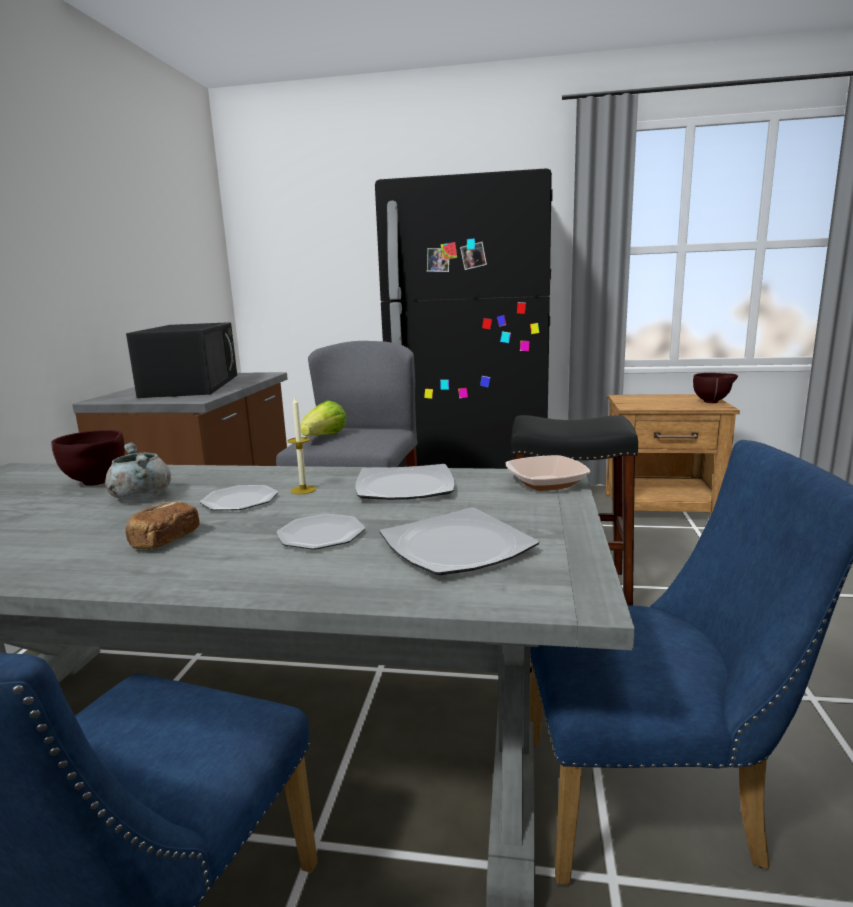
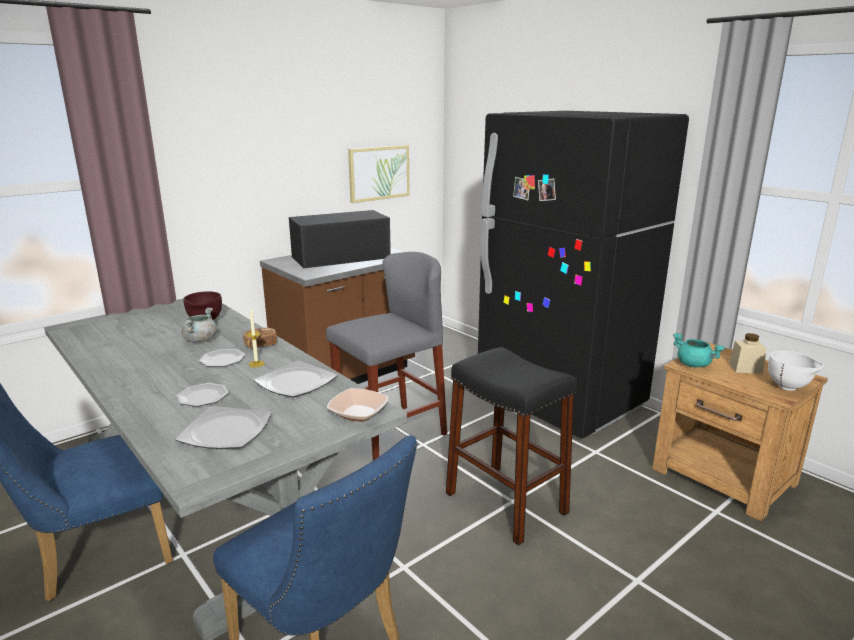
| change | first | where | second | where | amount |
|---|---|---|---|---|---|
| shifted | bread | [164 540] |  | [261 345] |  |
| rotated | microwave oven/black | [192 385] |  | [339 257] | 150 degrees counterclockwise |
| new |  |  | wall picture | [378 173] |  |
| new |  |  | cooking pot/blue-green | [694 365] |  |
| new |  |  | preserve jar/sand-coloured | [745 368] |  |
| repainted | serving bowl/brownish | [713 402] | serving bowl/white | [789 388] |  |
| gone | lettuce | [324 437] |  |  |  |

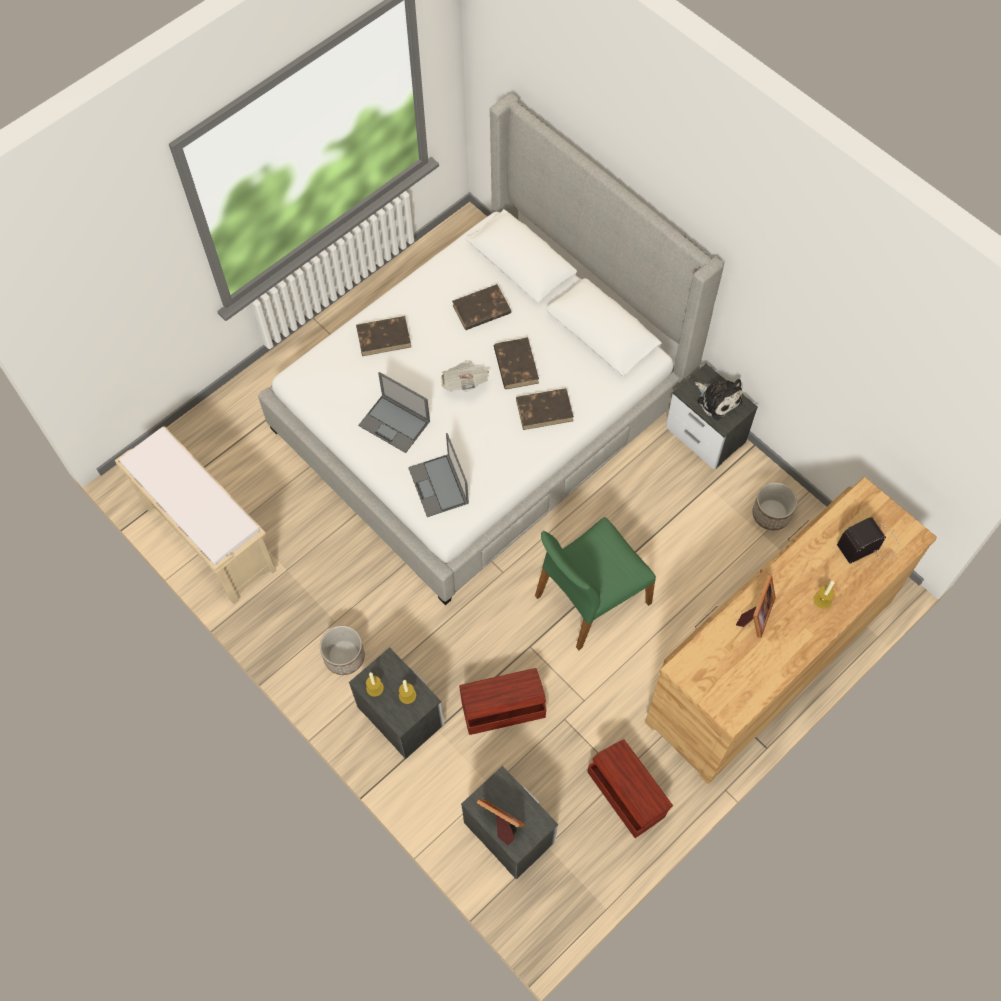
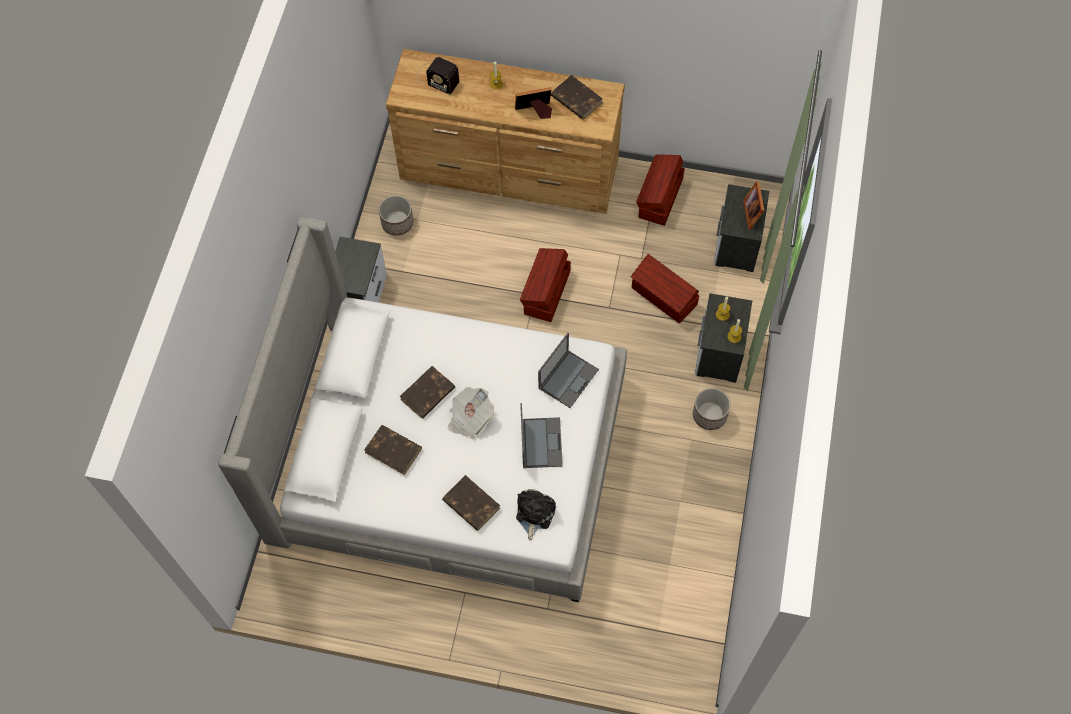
| change | first | where | second | where | amount |
|---|---|---|---|---|---|
| shifted | plush toy | [717 399] |  | [534 513] |  |
| swapped | chair/greenish | [590 599] | storage container/brownish | [546 292] |  |
| shifted | book/brownish | [545 410] |  | [576 99] |  |
| gone | indoor bench/sand-coloured | [208 537] |  |  |  |

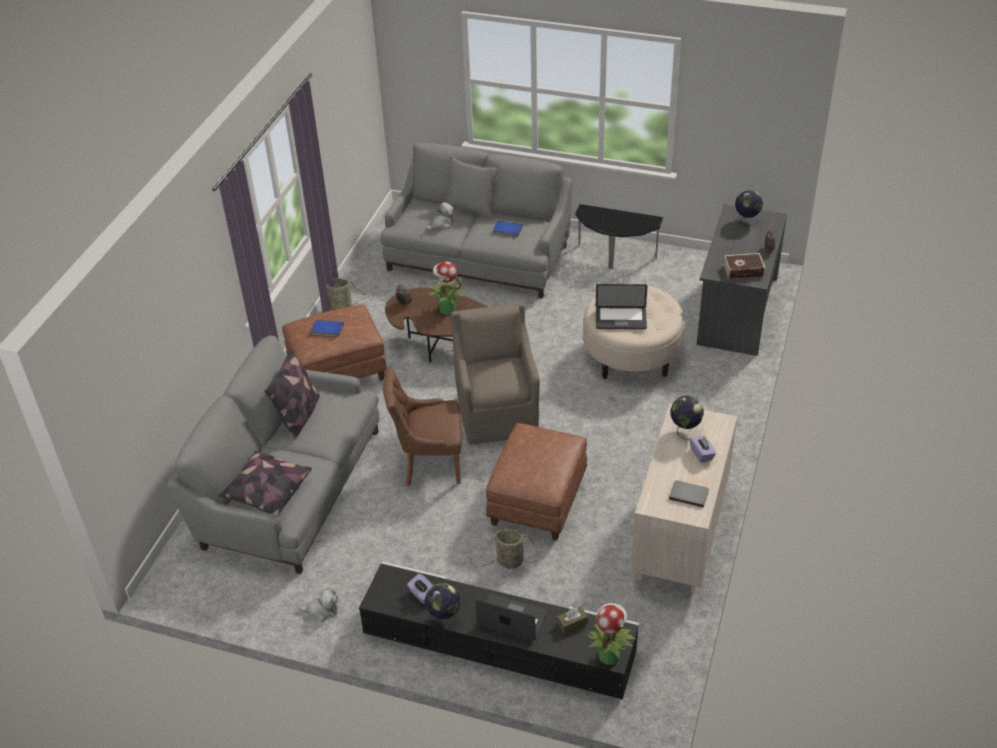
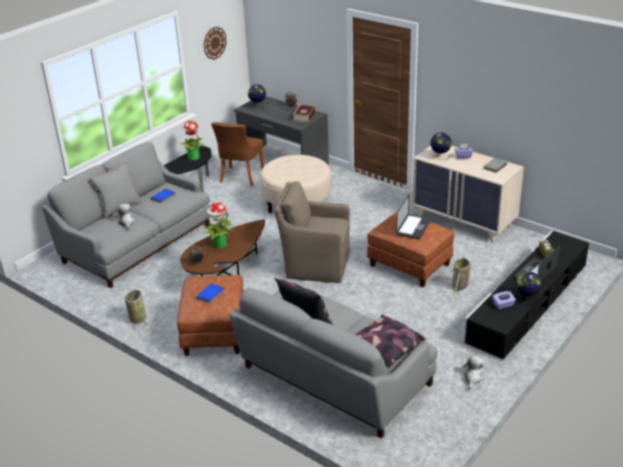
| change | first | where | second | where | amount |
|---|---|---|---|---|---|
| shifted | potted plant | [609 655] |  | [193 157] |  |
| new |  |  | wall clock | [214 43] |  |
| shifted | chair/brownish | [429 463] |  | [240 177] |  |
| shifted | laptop | [620 319] |  | [413 227] |  |

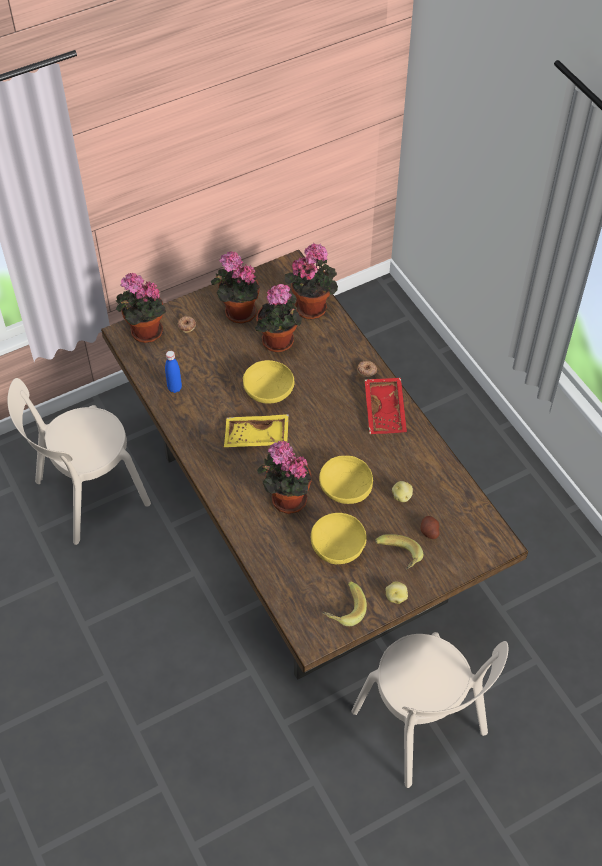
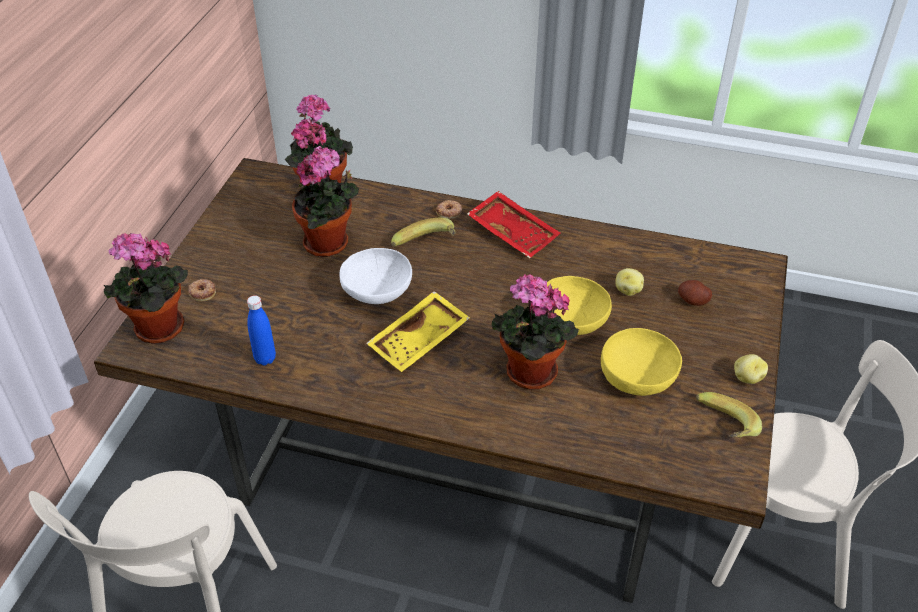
| change | first | where | second | where | amount |
|---|---|---|---|---|---|
| repainted | serving bowl/yellowish | [268 392] | serving bowl/white | [377 293] |  |
| shifted | banana | [397 559] |  | [427 247] |  |
| gone | potted plant | [237 312] |  |  |  |

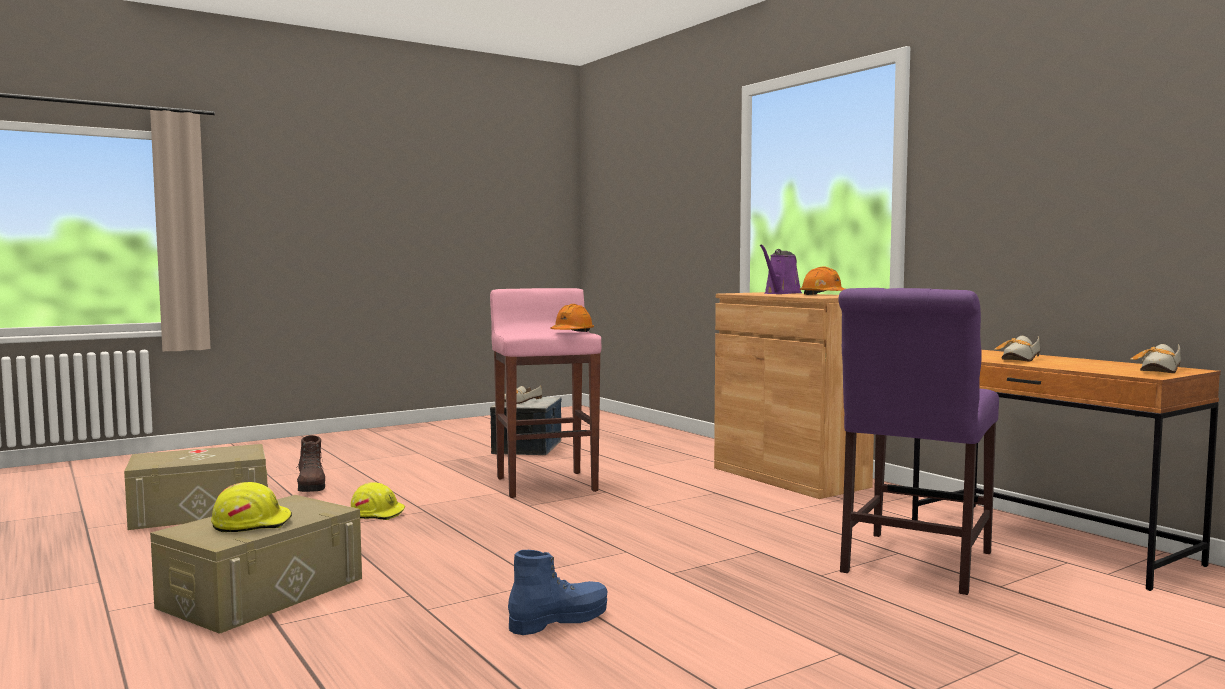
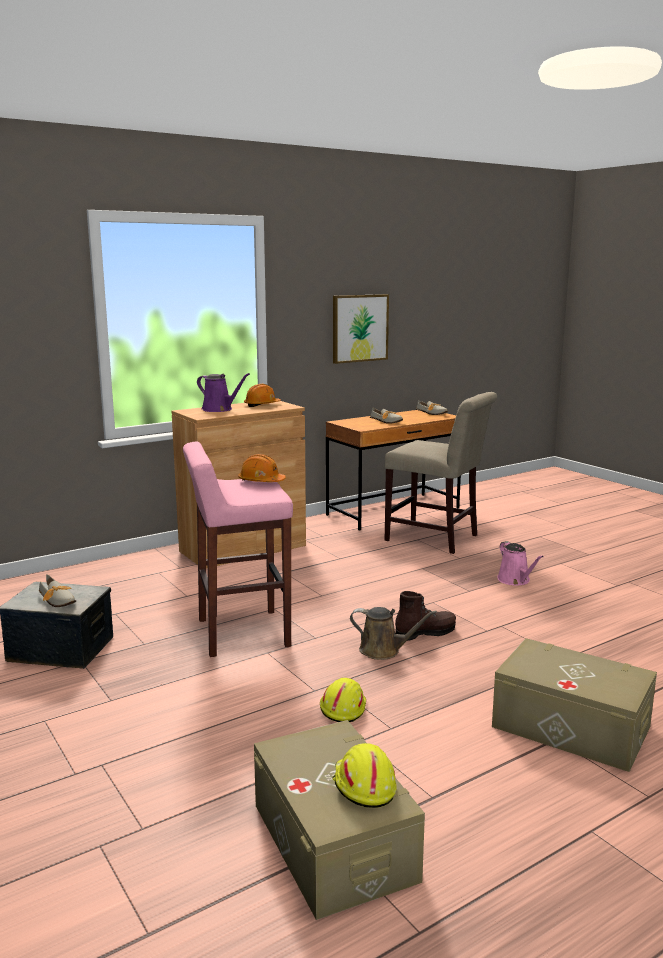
| change | first | where | second | where | amount |
|---|---|---|---|---|---|
| shifted | safety helmet/yellowish | [252 523] |  | [362 786] |  |
| new |  |  | wall picture | [360 328] |  |
| new |  |  | watering can/brownish | [383 651] |  |
| repainted | chair/purplish | [913 564] | chair/sand-coloured | [436 539] |  |
| shifted | high-top boot/brownish | [311 486] |  | [425 632] |  |
| new |  |  | watering can/pinkish | [515 580] |  |
| gone | high-top boot/bluish | [559 620] |  |  |  |

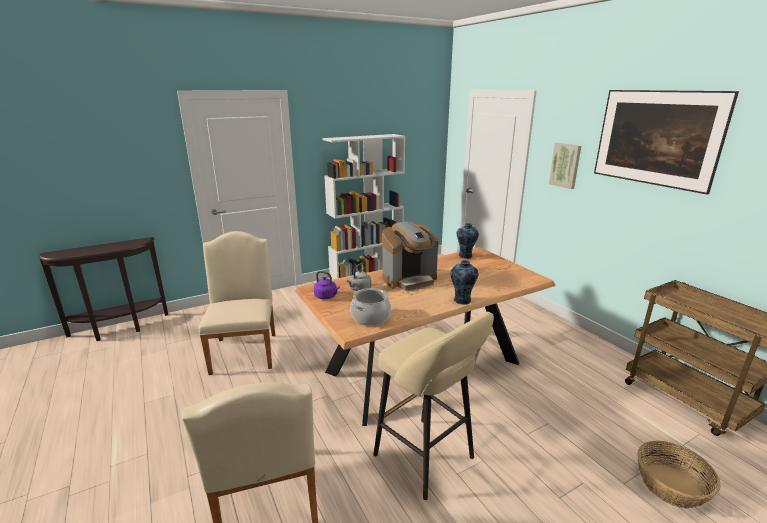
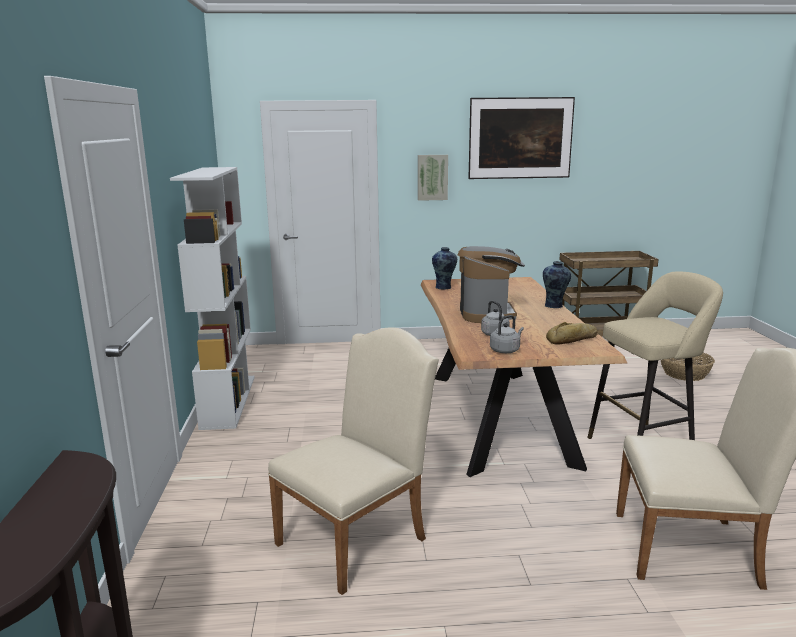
| change | first | where | second | where | amount |
|---|---|---|---|---|---|
| rotated | chair/sand-coloured | [245 350] |  | [358 537] | 120 degrees clockwise |
| repainted | kettle/purplish | [326 296] | kettle/gray | [506 350] |  |
| swapped | cooking pot | [370 317] | bread | [573 339] |  |

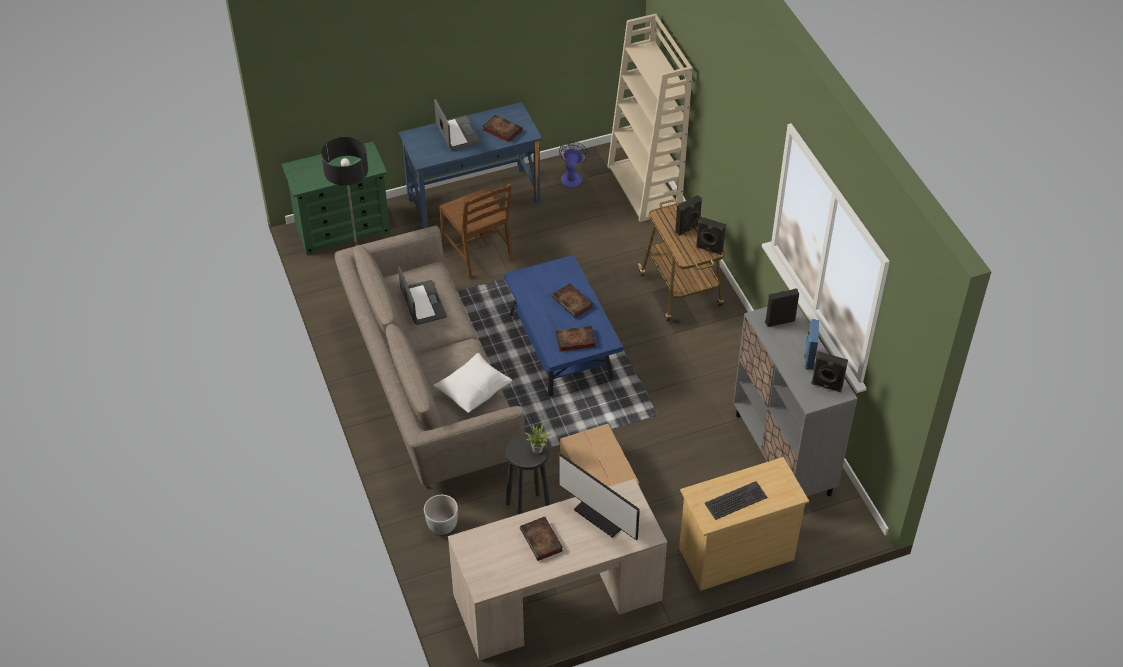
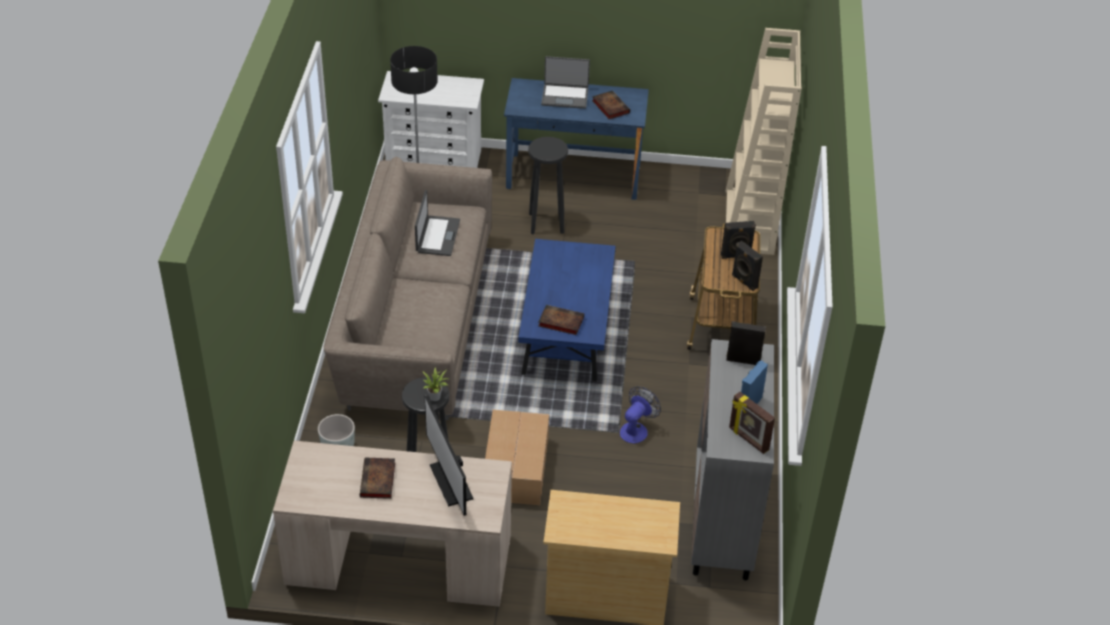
| change | first | where | second | where | amount |
|---|---|---|---|---|---|
| repainted | drawer chest/greenish | [343 229] | drawer chest/white | [434 160] |  |
| swapped | chair/brownish | [479 252] | sitting stool/black | [545 223] |  |
| rotated | laptop | [457 134] |  | [565 96] | 90 degrees clockwise |
| shifted | electric fan | [572 176] |  | [636 429] |  |
| swapped | speaker/black | [826 386] | standing frame | [748 439] |  |
| gone | throw pillow/white | [474 392] |  |  |  |
| gone | book | [573 303] |  |  |  |
| gone | keyboard | [736 501] |  |  |  |

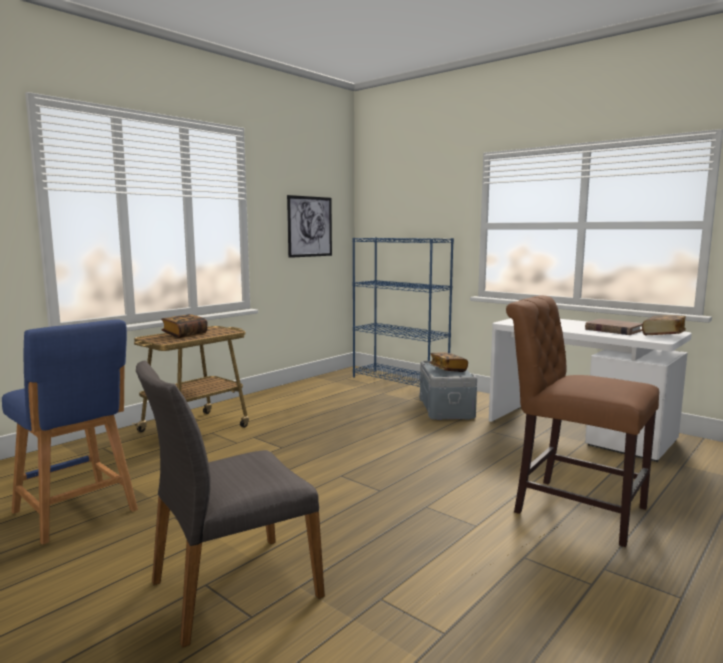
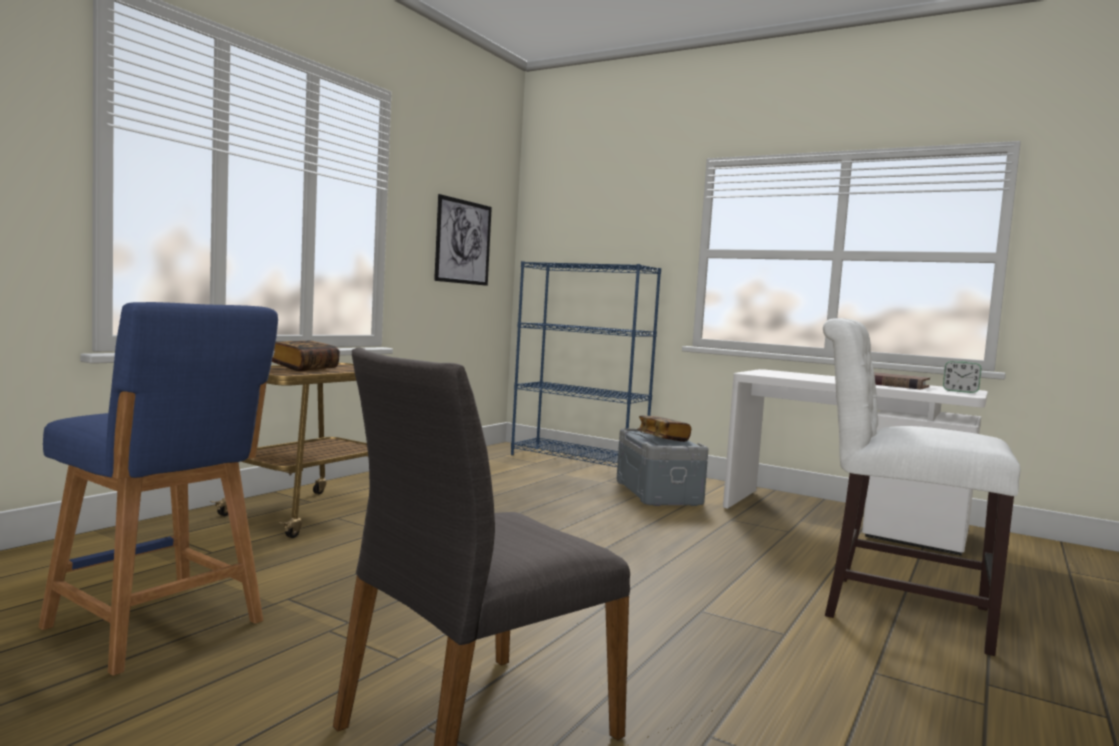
| change | first | where | second | where | amount |
|---|---|---|---|---|---|
| repainted | chair/brownish | [572 507] | chair/white | [895 609] |  |
| swapped | book | [663 335] | table clock | [960 391] |  |

